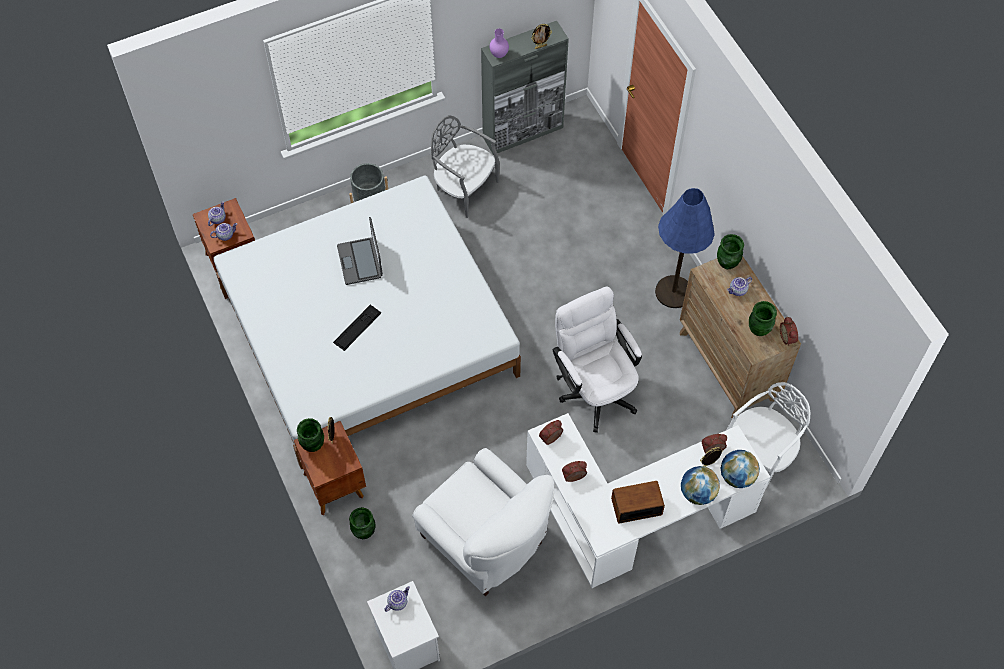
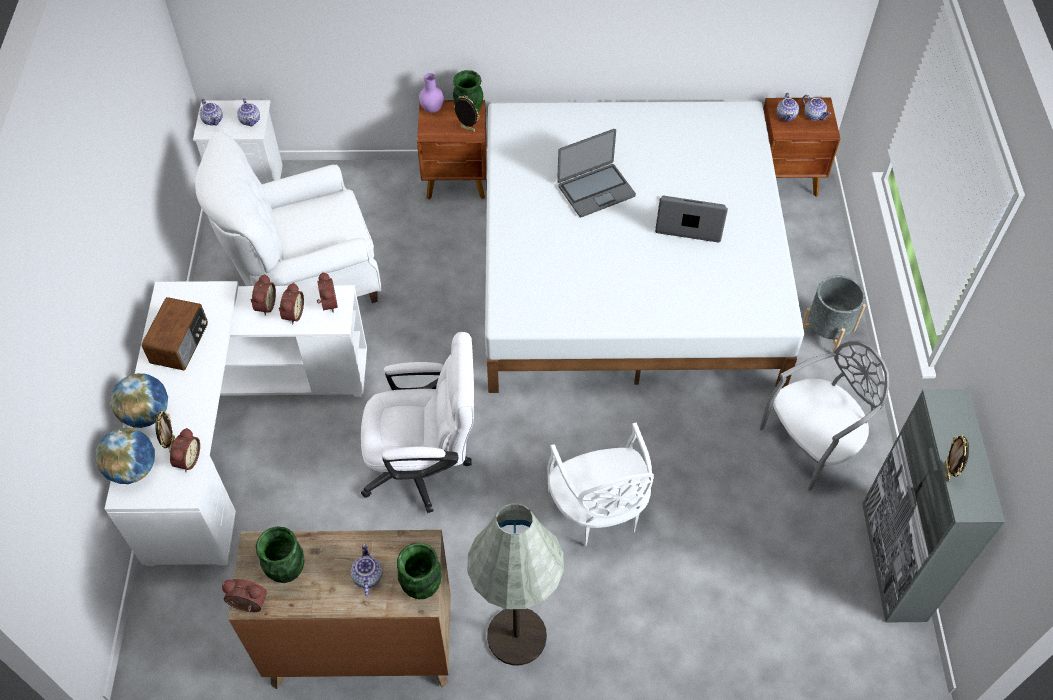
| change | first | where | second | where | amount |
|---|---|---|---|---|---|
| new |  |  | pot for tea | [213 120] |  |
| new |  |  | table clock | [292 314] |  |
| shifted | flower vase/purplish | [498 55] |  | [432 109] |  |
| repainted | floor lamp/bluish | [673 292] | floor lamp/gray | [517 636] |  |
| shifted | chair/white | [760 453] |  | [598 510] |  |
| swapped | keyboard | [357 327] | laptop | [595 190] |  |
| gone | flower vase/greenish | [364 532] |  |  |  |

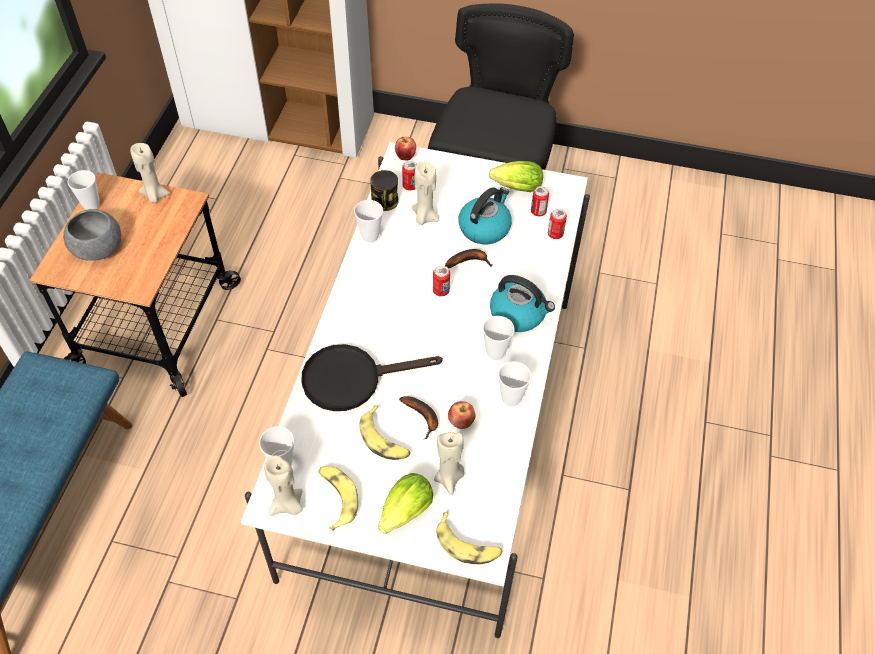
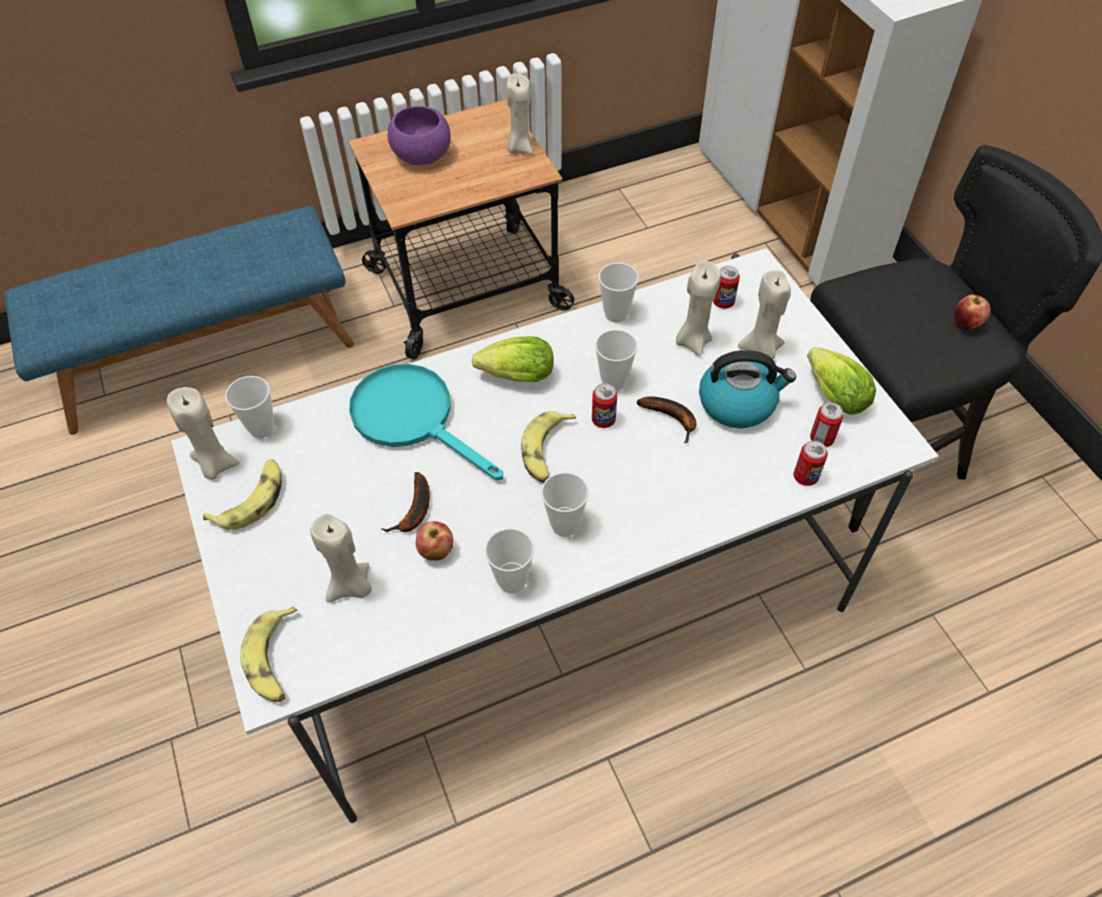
| change | first | where | second | where | amount |
|---|---|---|---|---|---|
| repainted | pan/black | [352 378] | pan/blue-green | [413 418] |  |
| repainted | serving bowl/gray | [98 249] | serving bowl/purplish | [421 156] |  |
| shifted | lettuce | [403 514] |  | [513 376] |  |
| shifted | banana | [384 440] |  | [546 451] |  |
| shifted | drinking cup | [91 205] |  | [613 381] |  |
| new |  |  | wax candle/sand-coloured | [761 349] |  |
| shifted | apple fruit | [405 157] |  | [966 324] |  |
| gone | can | [385 201] |  |  |  |
| gone | kettle | [518 314] |  |  |  |

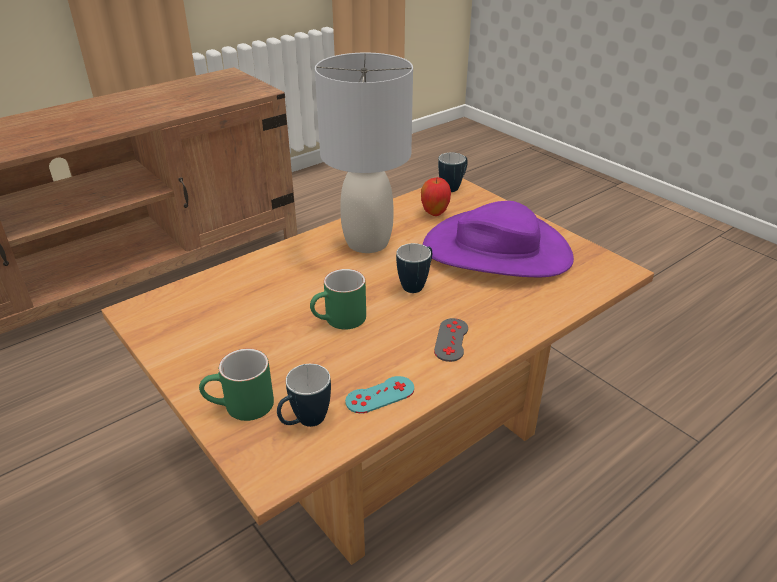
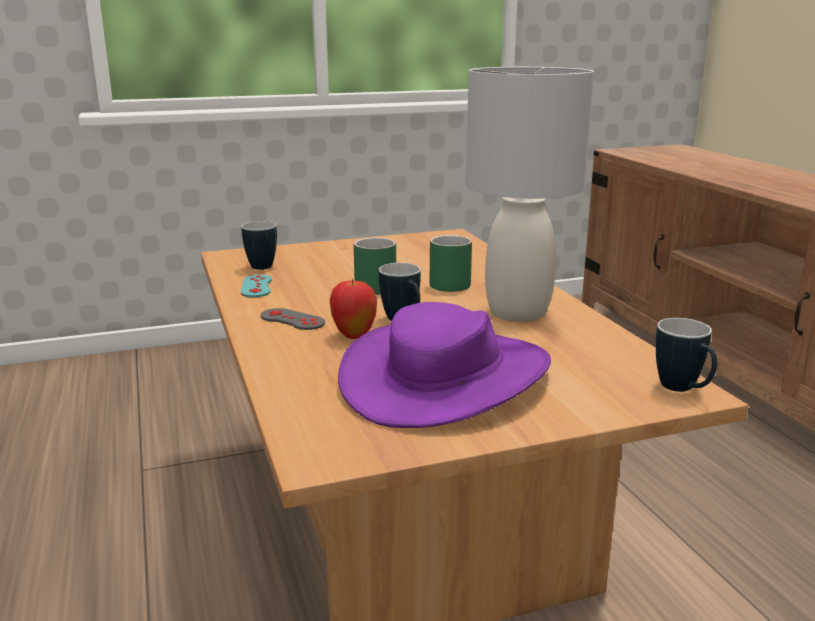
| change | first | where | second | where | amount |
|---|---|---|---|---|---|
| shifted | apple fruit | [434 213] |  | [354 335] |  |
| shifted | coffee mug/greenish | [240 407] |  | [448 282] |  |

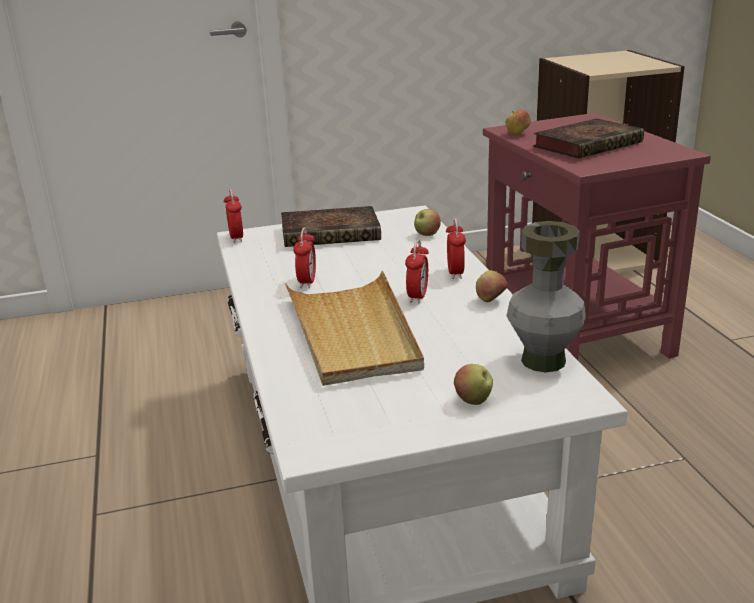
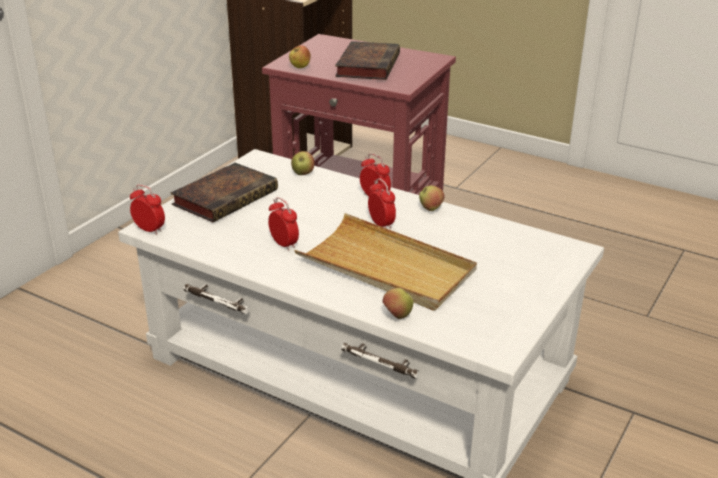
| change | first | where | second | where | amount |
|---|---|---|---|---|---|
| shifted | apple fruit | [473 401] |  | [397 316] |  |
| gone | flower vase/gray | [543 361] |  |  |  |

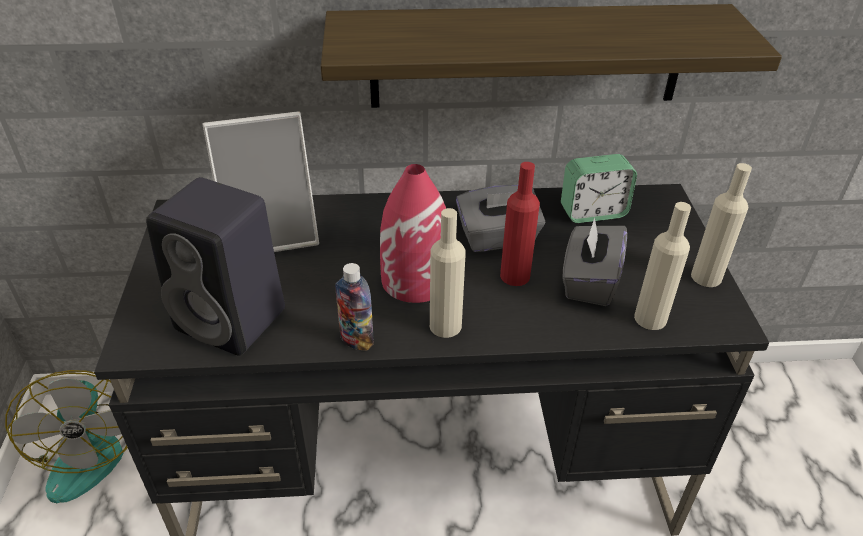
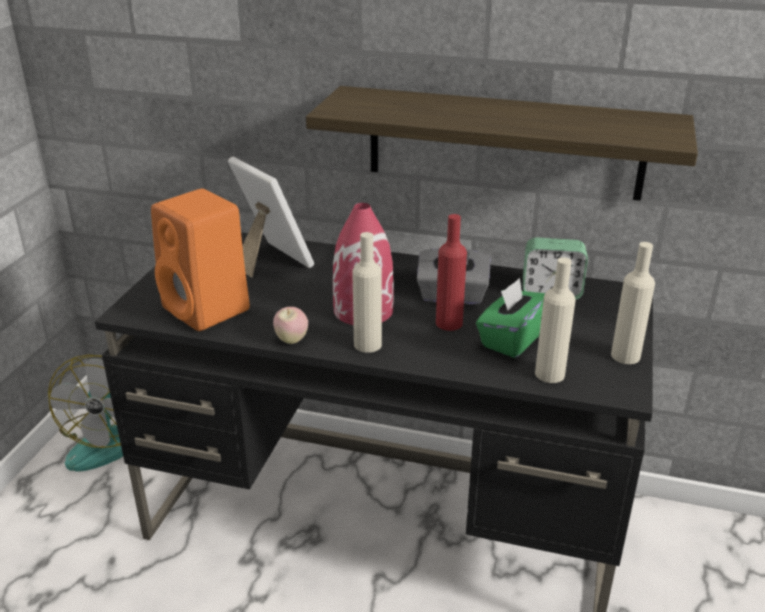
| change | first | where | second | where | amount |
|---|---|---|---|---|---|
| repainted | speaker/black | [234 320] | speaker/orange | [208 310] |  |
| rotated | standing frame | [272 233] |  | [270 261] | 135 degrees counterclockwise |
| swapped | bottle | [357 340] | apple fruit | [291 340] |  |
| repainted | tissue holder/gray | [589 281] | tissue holder/greenish | [512 339] |  |

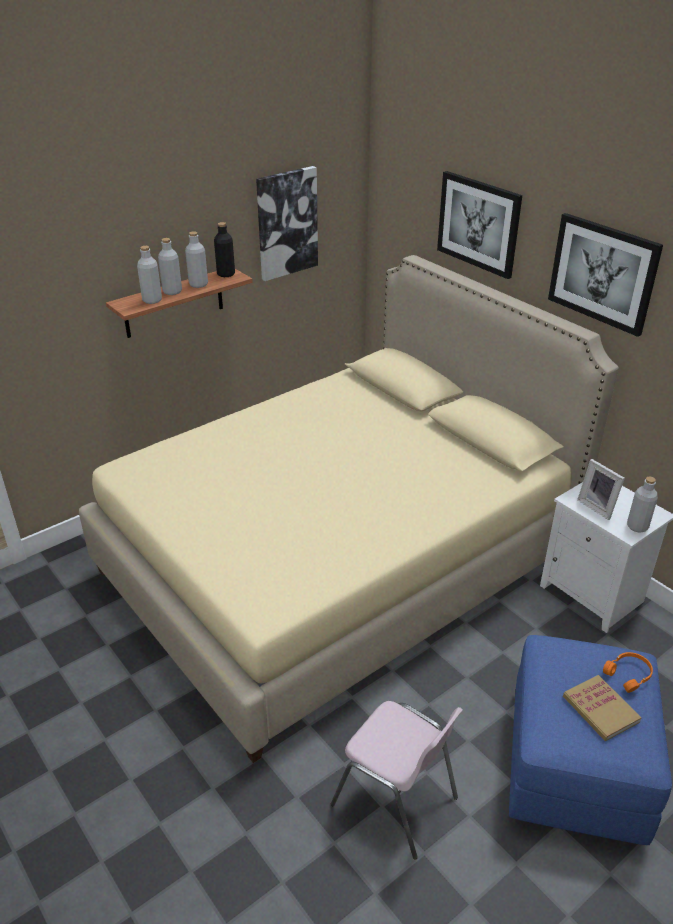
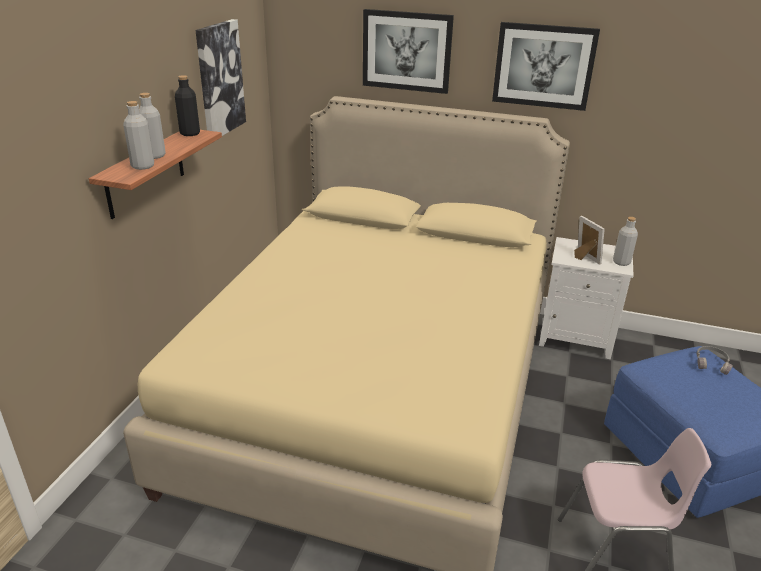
| change | first | where | second | where | amount |
|---|---|---|---|---|---|
| rotated | standing frame | [598 507] |  | [584 258] | 135 degrees counterclockwise |
| repainted | pair of headphones/orange | [629 675] | pair of headphones/gray | [711 363] |  |
| gone | bottle/gray | [198 284] |  |  |  |
| gone | book | [600 709] |  |  |  |

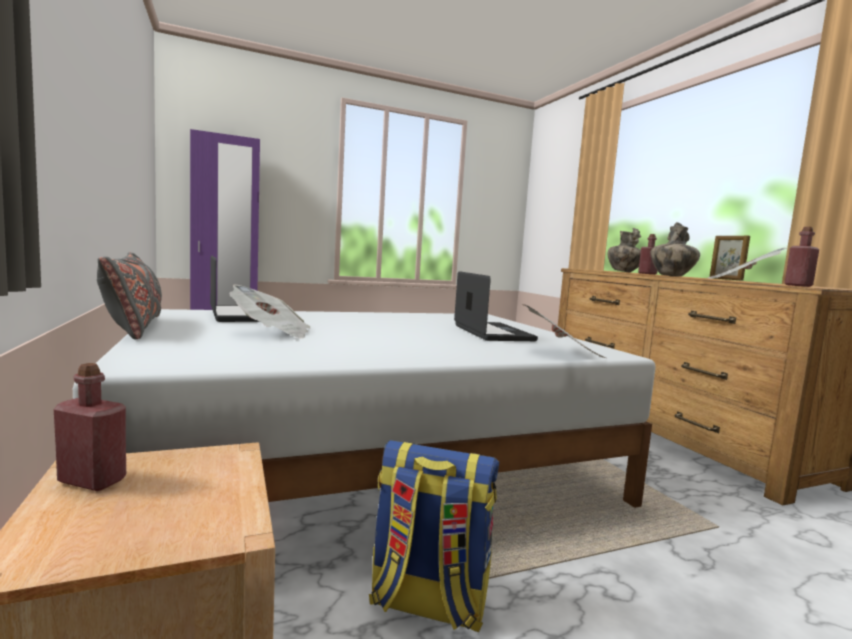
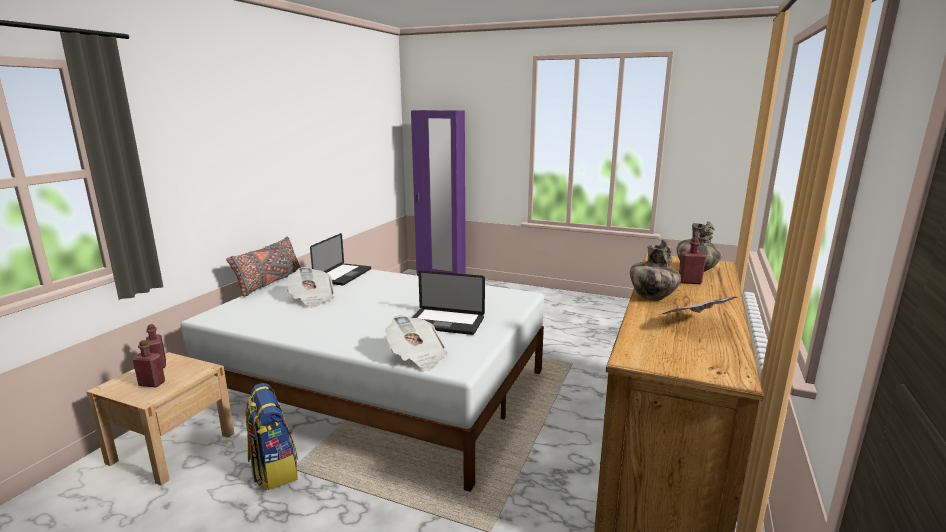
| change | first | where | second | where | amount |
|---|---|---|---|---|---|
| shifted | bottle/red-coloured | [798 286] |  | [152 383] |  |
| rotated | laptop | [492 333] |  | [445 323] | 75 degrees clockwise |
| gone | standing frame | [725 279] |  |  |  |

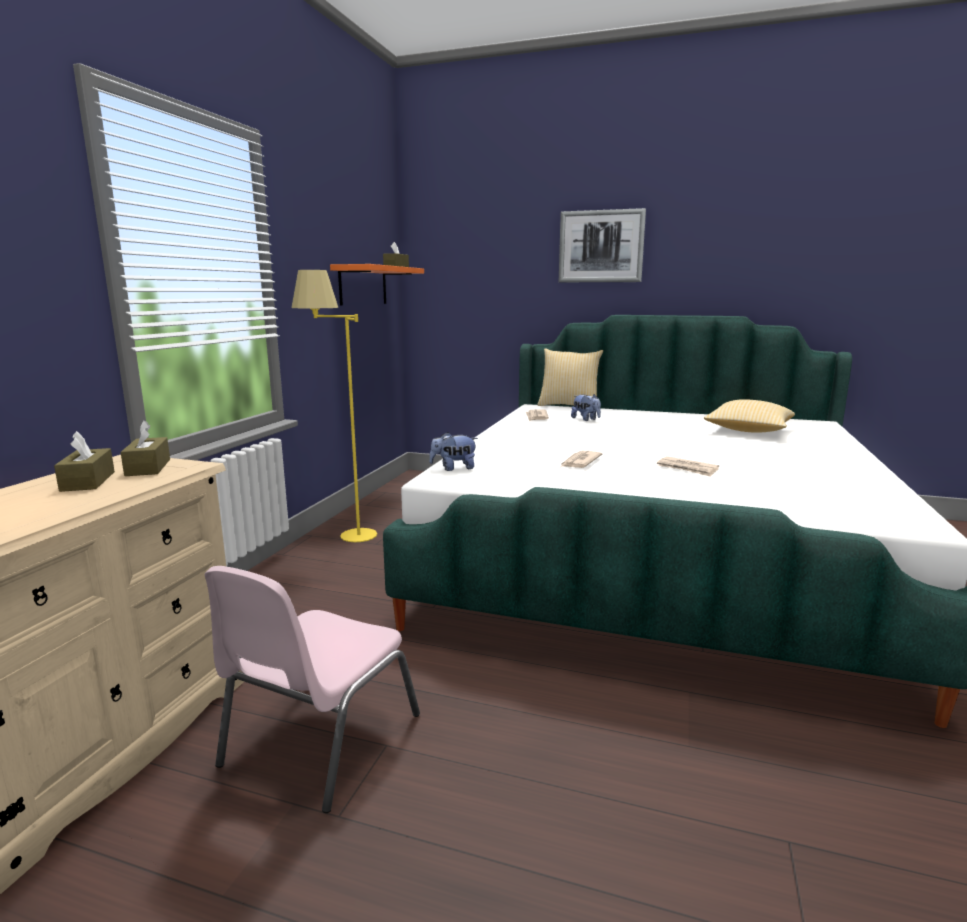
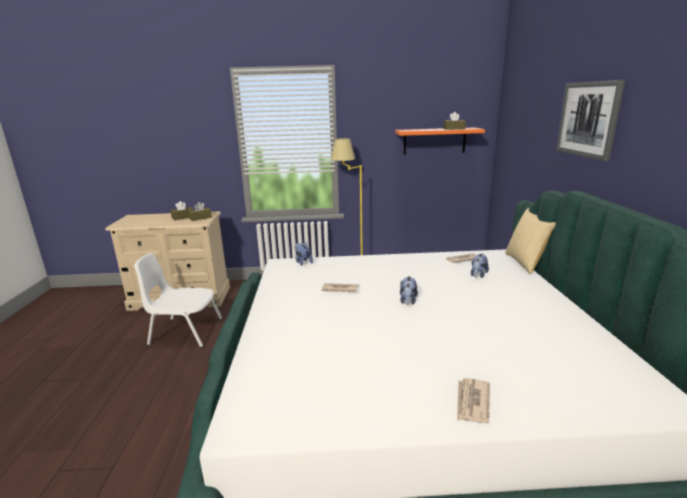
| change | first | where | second | where | amount |
|---|---|---|---|---|---|
| repainted | chair/pinkish | [318 740] | chair/white | [185 331] |  |
| new |  |  | plush toy | [408 301] |  |
| shifted | daily paper | [687 469] |  | [472 402] |  |
| gone | throw pillow | [748 431] |  |  |  |

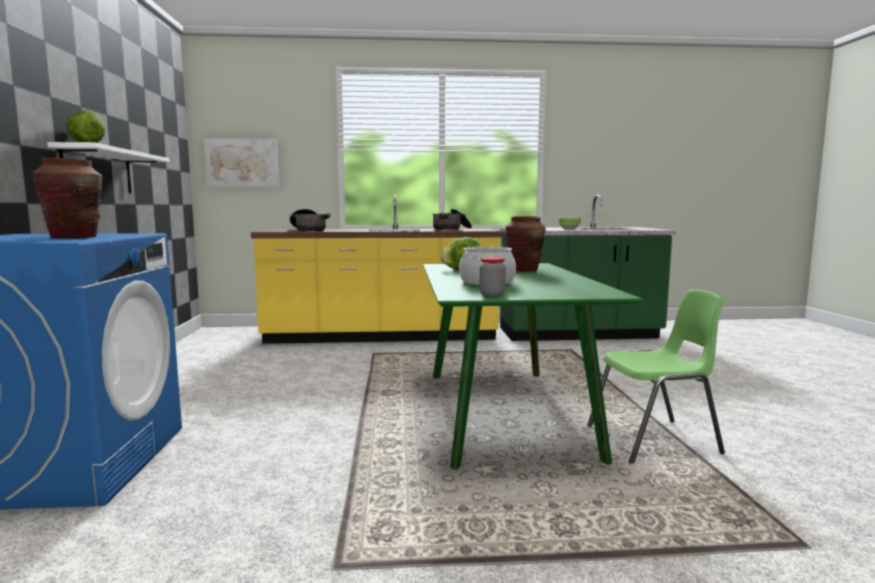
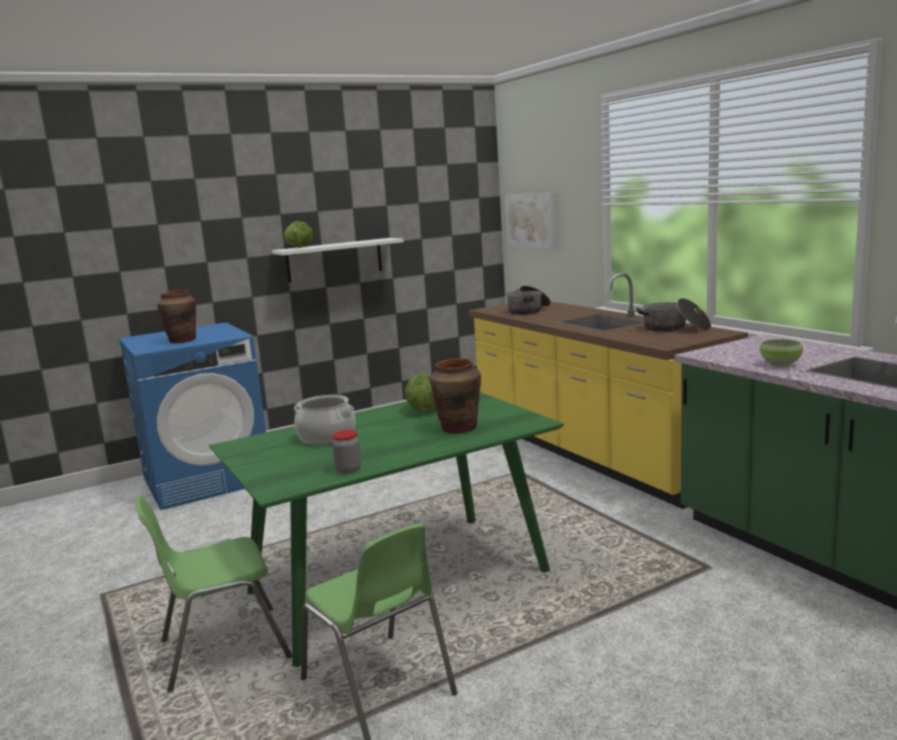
| change | first | where | second | where | amount |
|---|---|---|---|---|---|
| new |  |  | chair/greenish | [222 649] |  |
| shifted | preserve jar | [492 294] |  | [348 469] |  |

